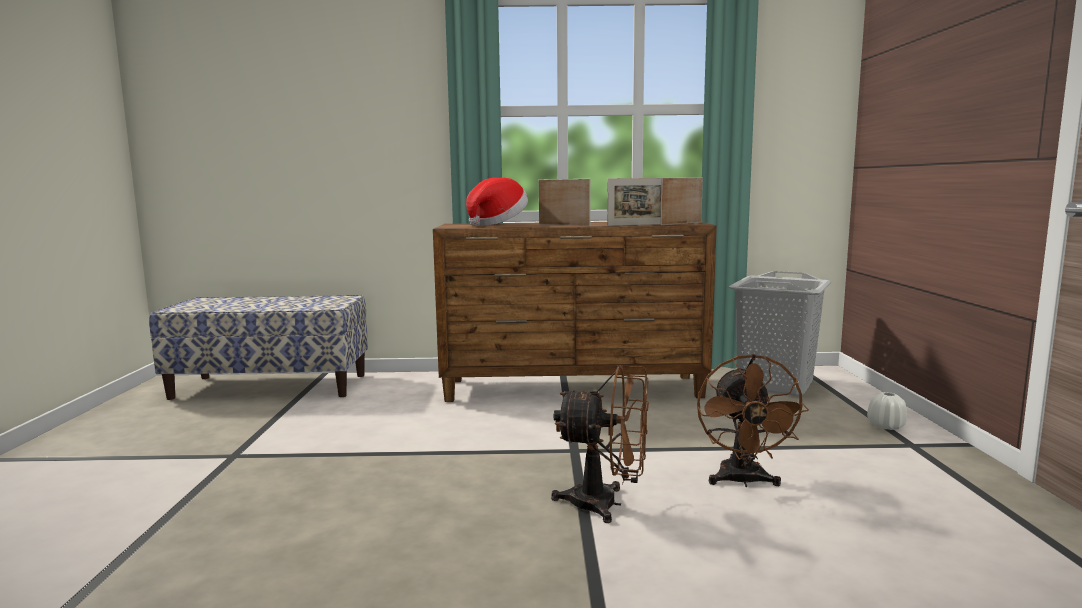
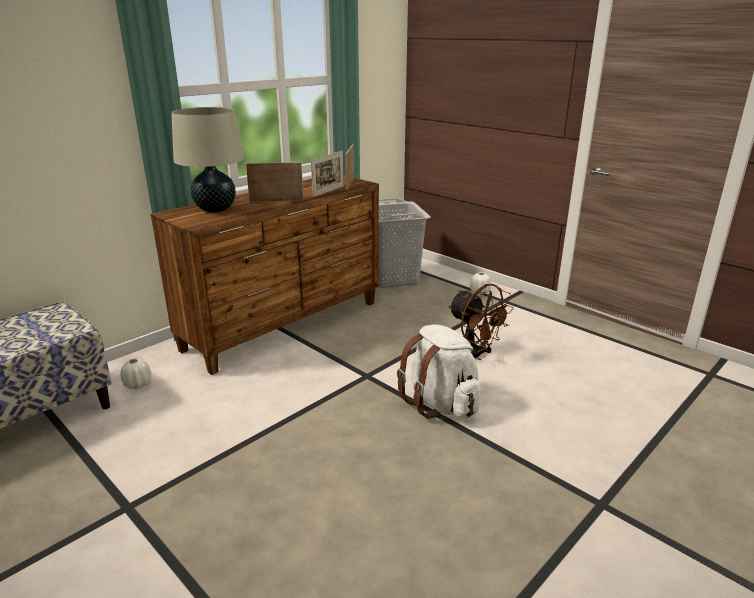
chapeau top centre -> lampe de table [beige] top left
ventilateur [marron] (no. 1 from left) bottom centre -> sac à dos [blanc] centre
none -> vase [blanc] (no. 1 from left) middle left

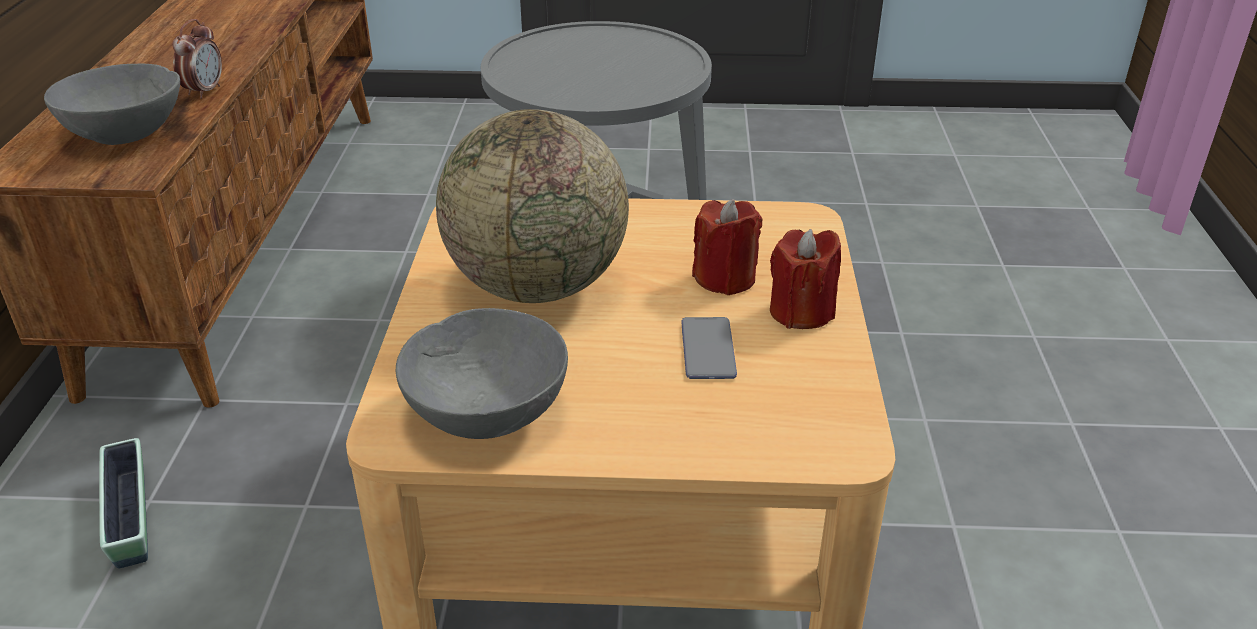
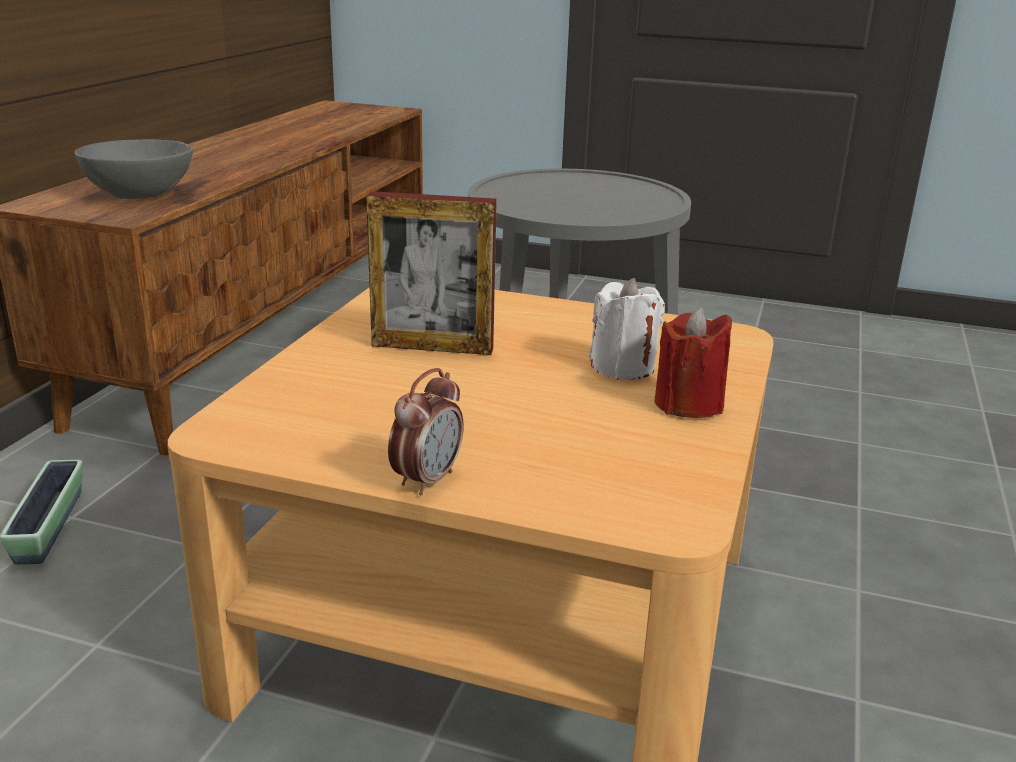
réveil top left -> réveil centre, shifted
globe top centre -> cadre photo centre
bougie [rouge] (no. 1 from left) centre -> bougie [blanc] centre
bol [gris] (no. 2 from left) centre -> none
téléphone centre -> none

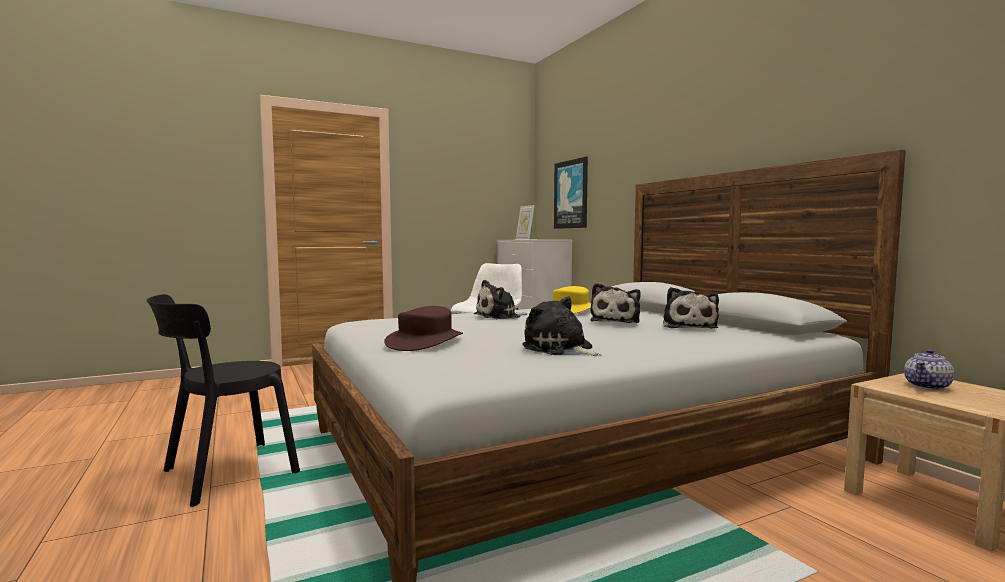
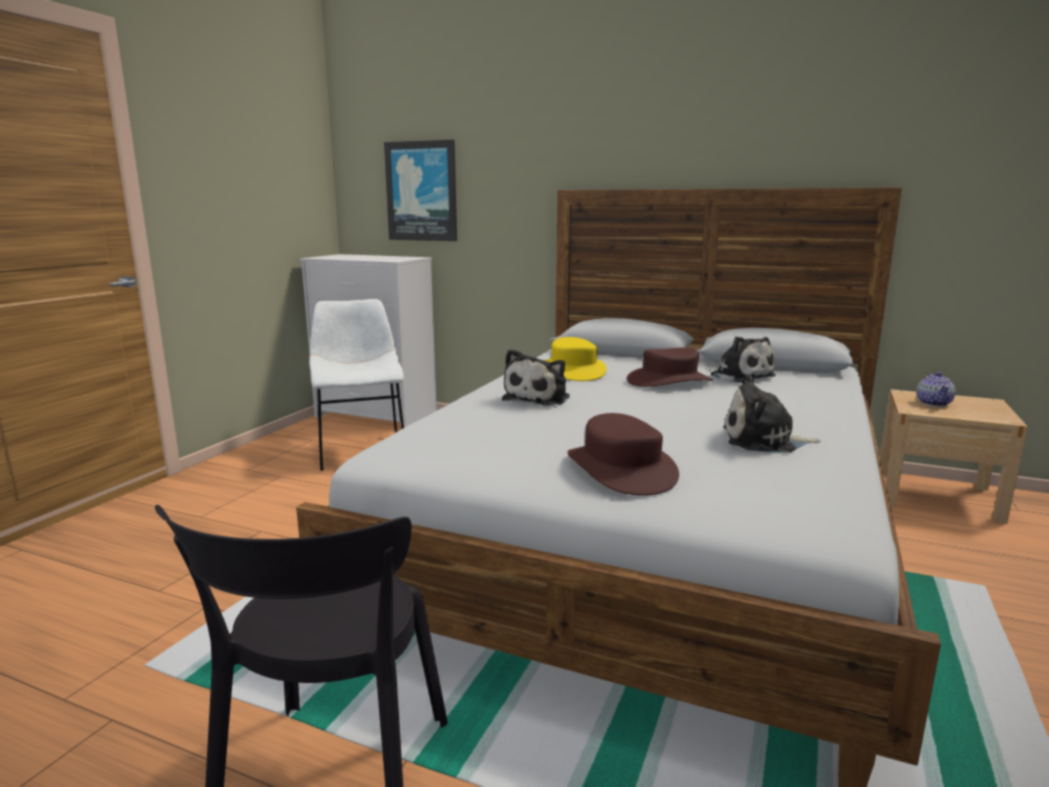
cadre photo centre -> none
peluche (no. 3 from left) centre -> chapeau [marron] (no. 2 from left) centre

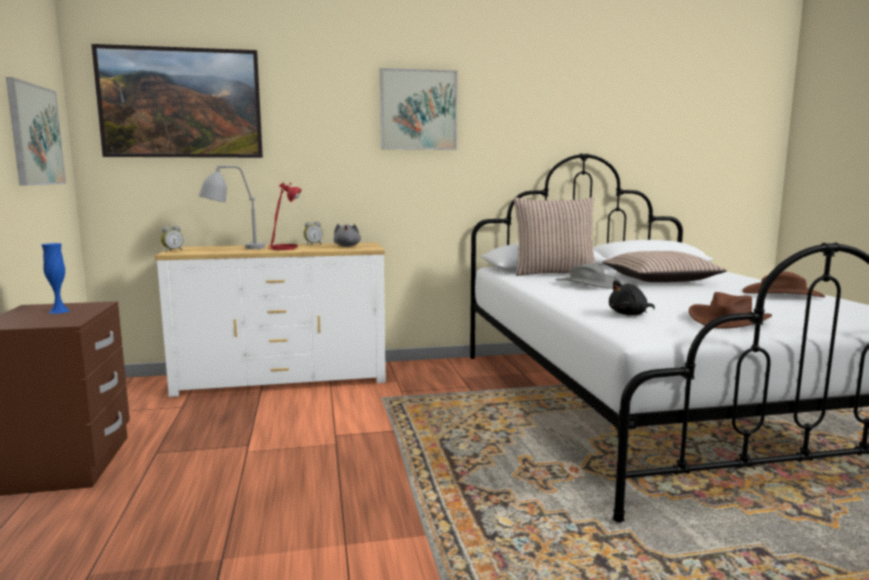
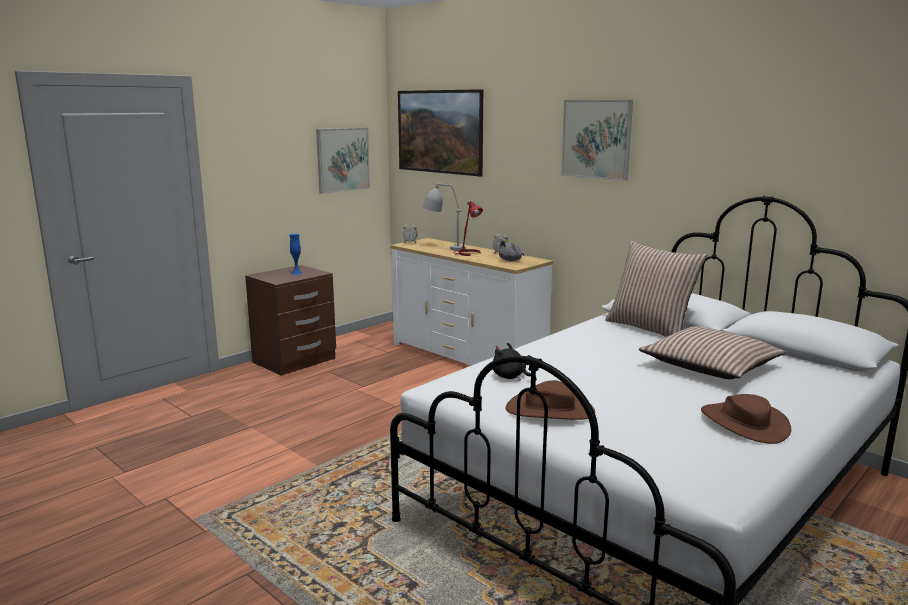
chapeau [gris] middle right -> none

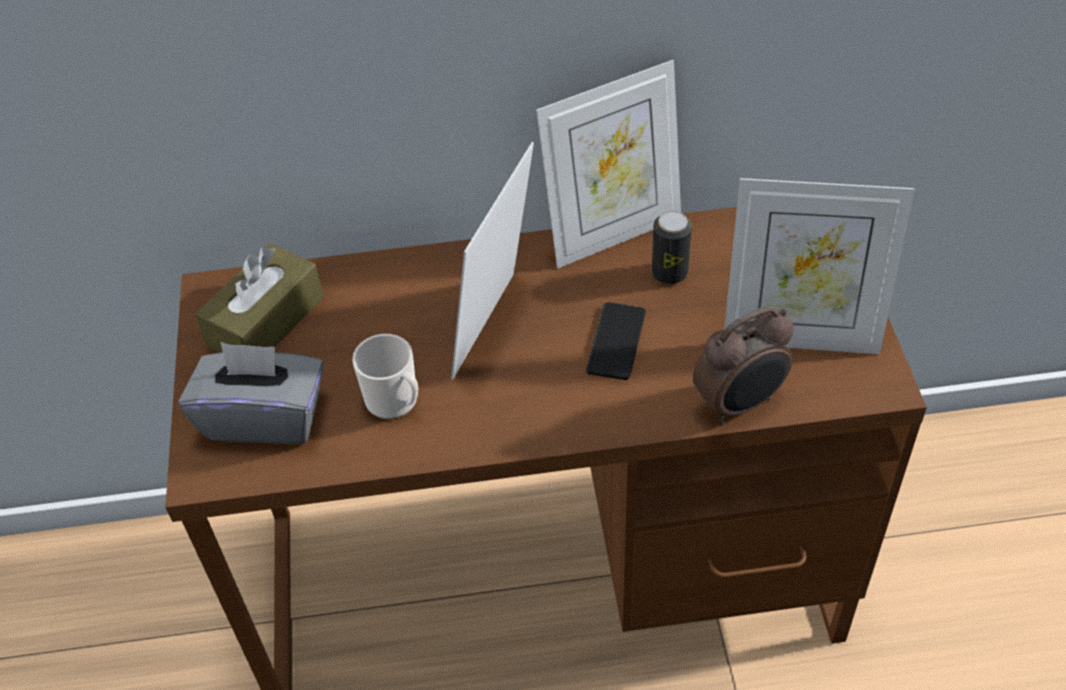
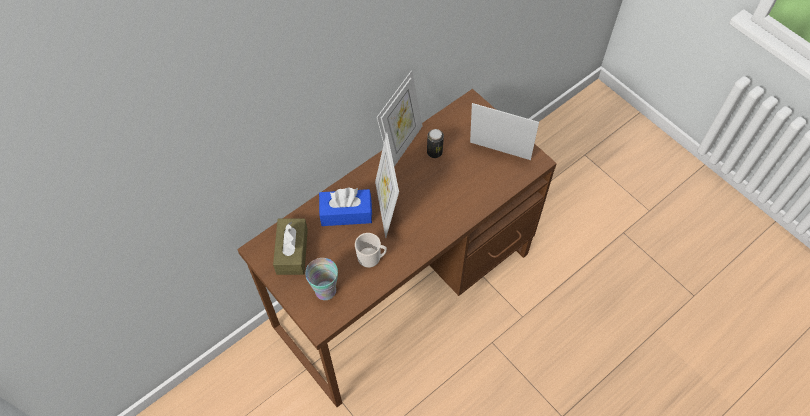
cadre photo (no. 3 from left) middle right -> cadre photo (no. 3 from left) top centre, 135 degrees counterclockwise
téléphone centre -> none
réveil middle right -> none
boîte à mouchoirs [gris] middle left -> tasse bottom centre
none -> boîte à mouchoirs [bleu] centre

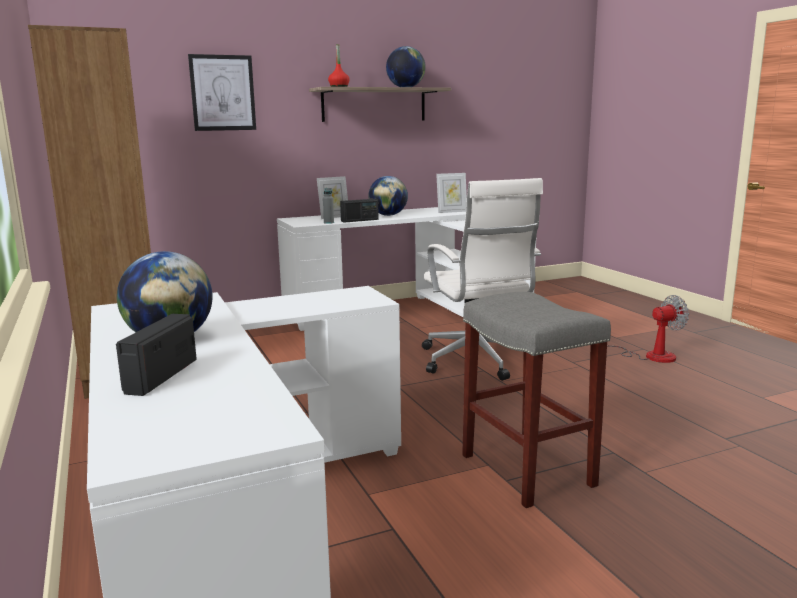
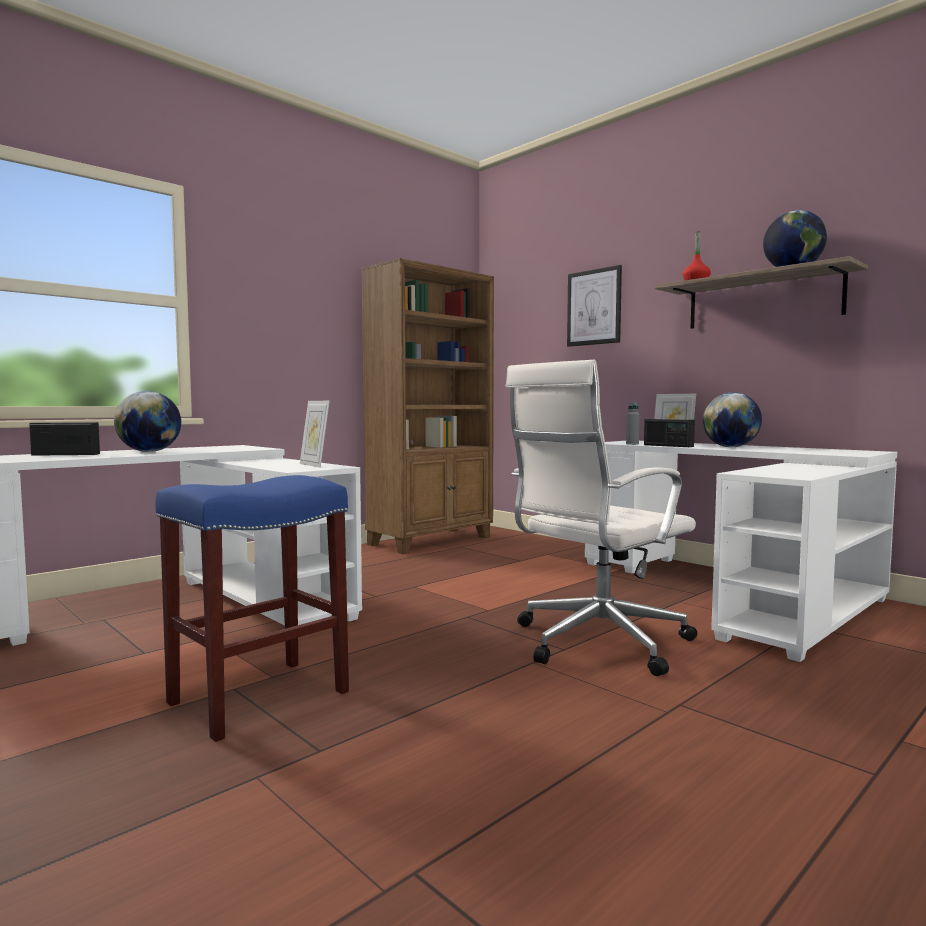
cadre photo (no. 2 from left in the first image) top centre -> cadre photo (no. 1 from left) centre, shifted
tabouret [gris] bottom right -> tabouret [bleu] middle left
ventilateur middle right -> none

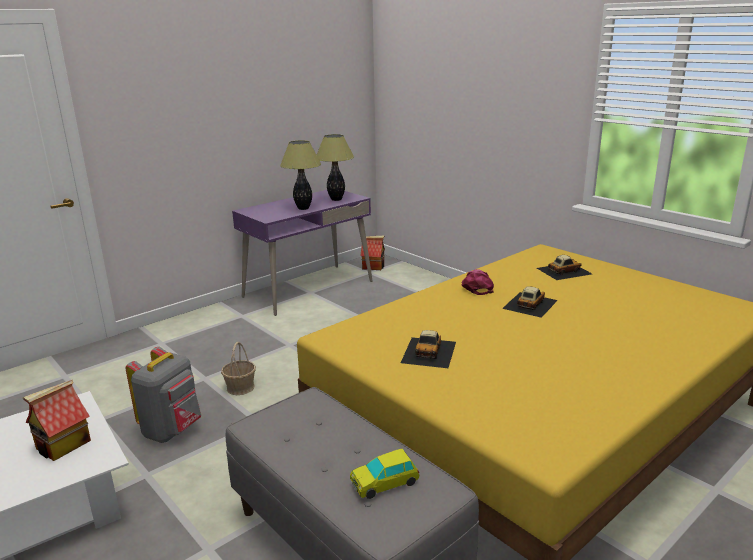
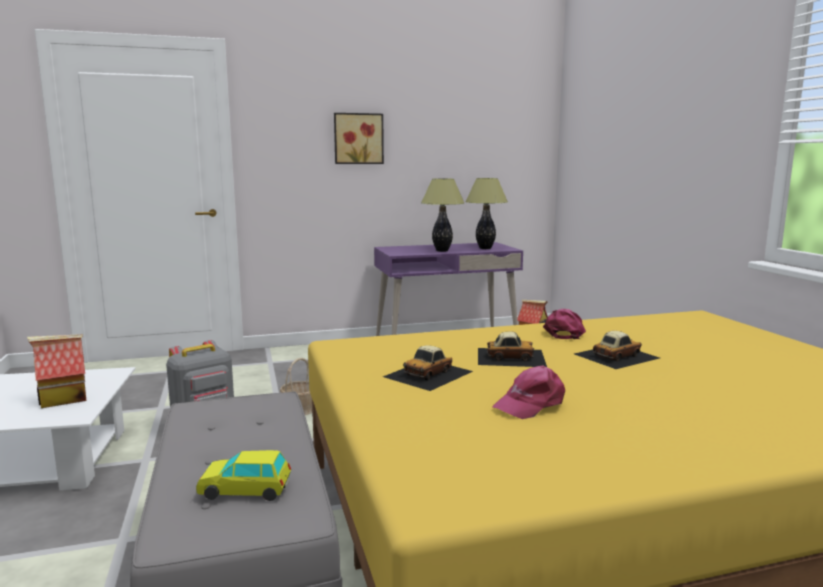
petite voiture (no. 4 from left in the first image) middle right -> petite voiture (no. 3 from left) centre, shifted
none -> tableau top centre
none -> casquette [rose] (no. 1 from left) bottom centre

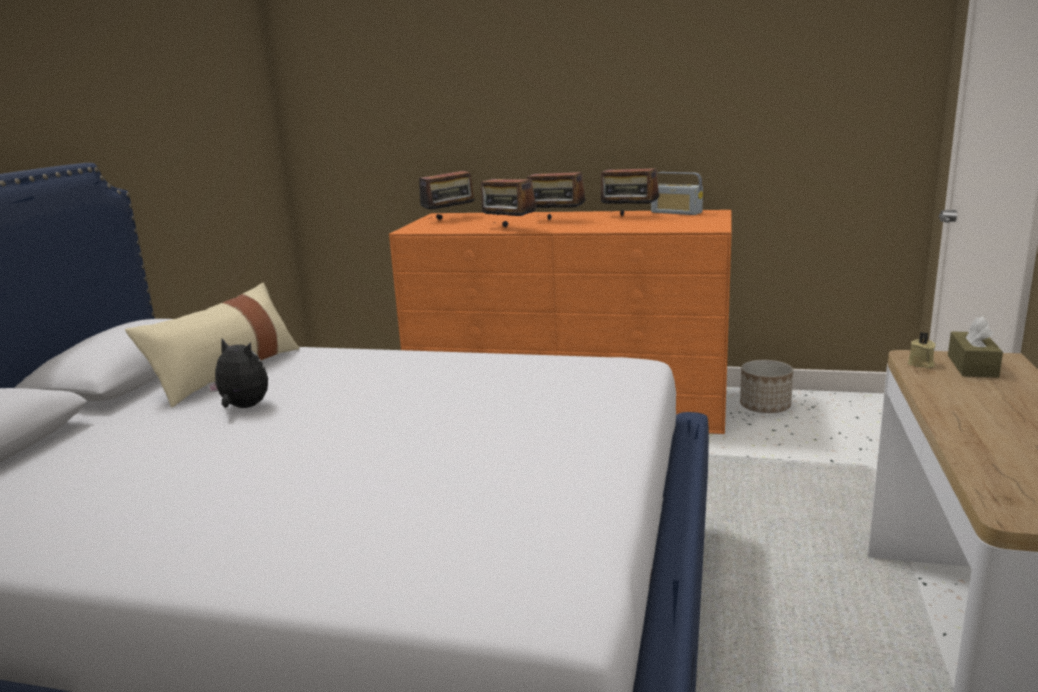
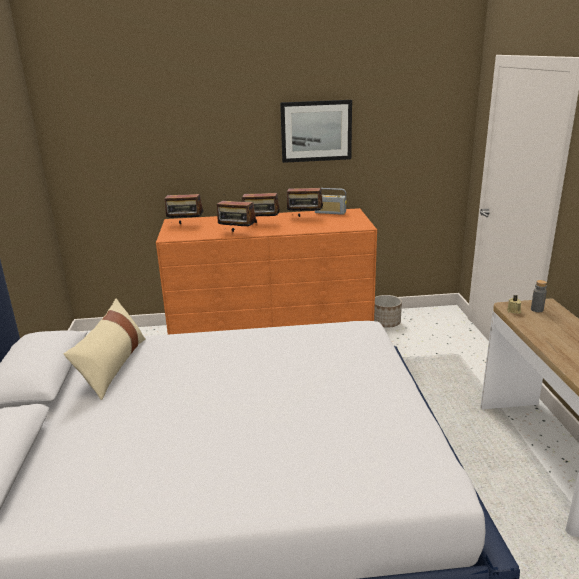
radio (no. 1 from left) top centre -> radio (no. 1 from left) middle left, 60 degrees clockwise
boîte à mouchoirs [marron] middle right -> bouteille [gris] middle right
peluche middle left -> none
none -> tableau top centre

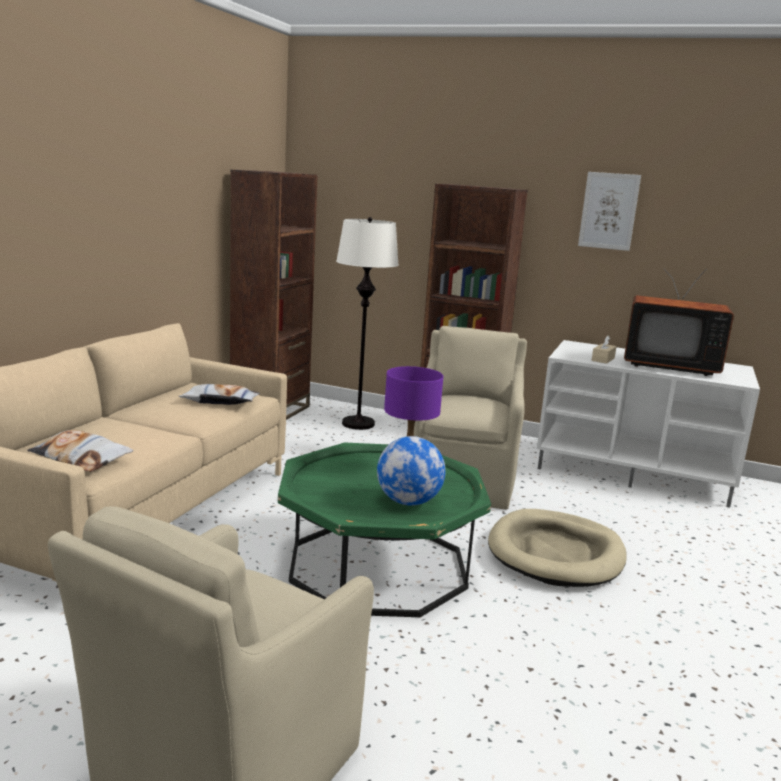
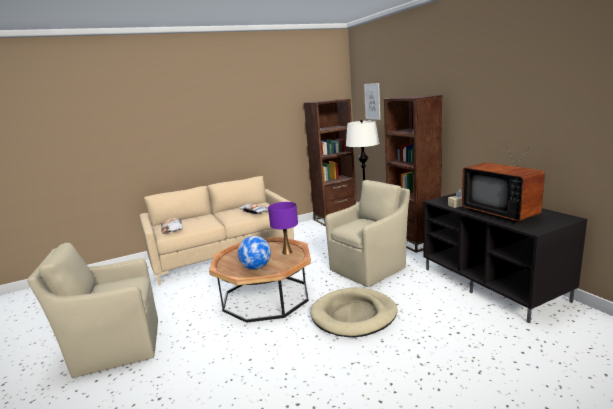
tableau top right -> tableau top centre, shifted
meuble télé [blanc] middle right -> meuble télé [noir] middle right
table basse [vert] bottom centre -> table basse [marron] bottom centre

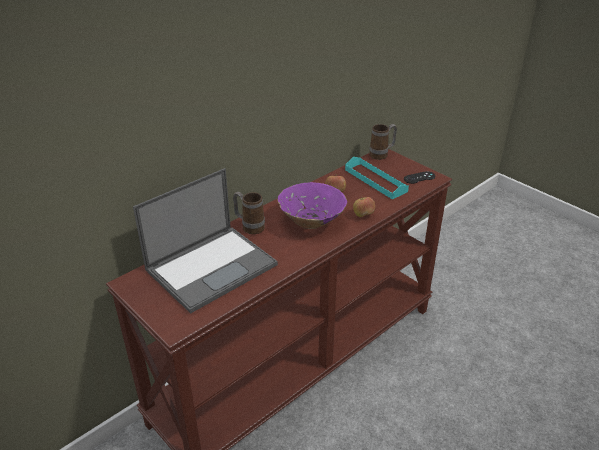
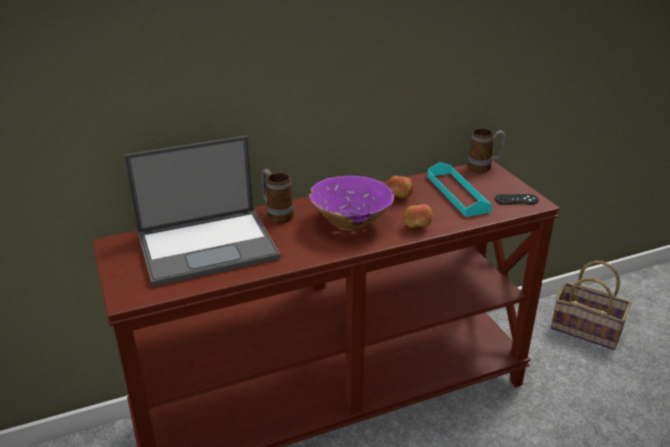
none -> panier bottom right

